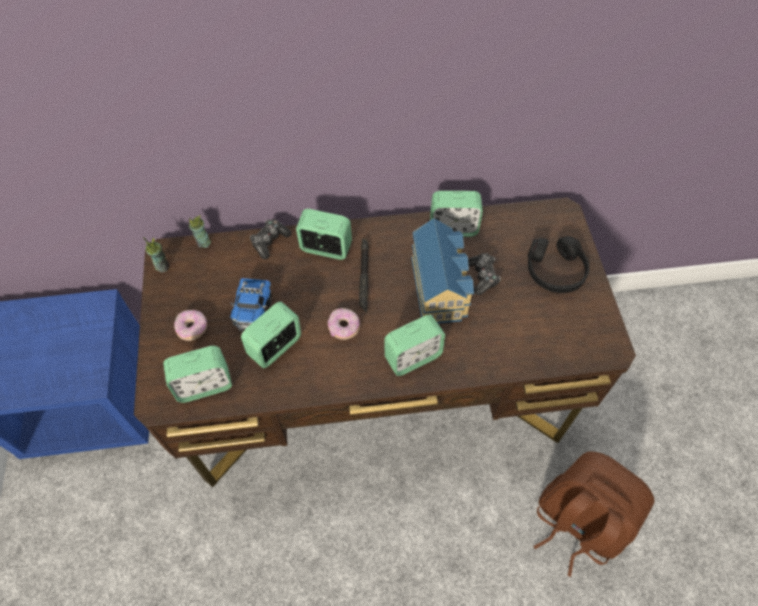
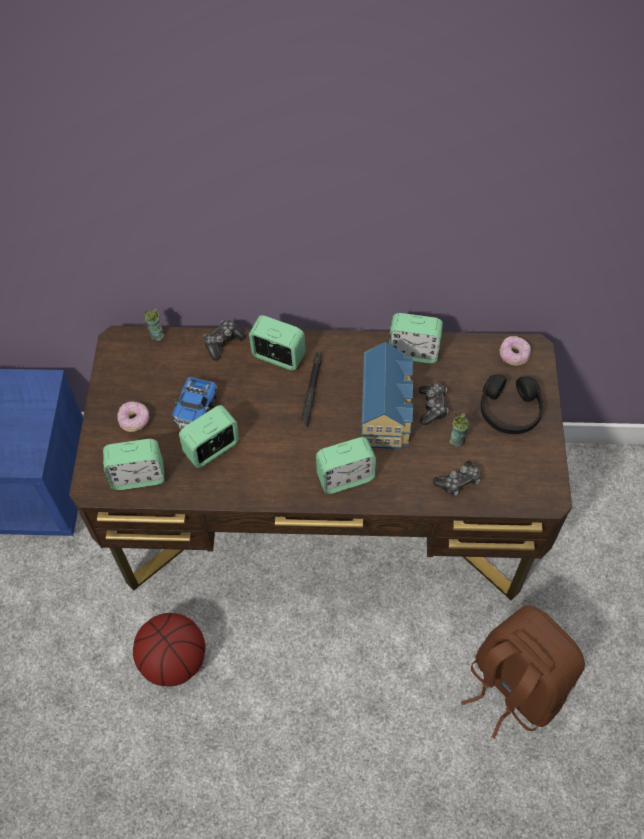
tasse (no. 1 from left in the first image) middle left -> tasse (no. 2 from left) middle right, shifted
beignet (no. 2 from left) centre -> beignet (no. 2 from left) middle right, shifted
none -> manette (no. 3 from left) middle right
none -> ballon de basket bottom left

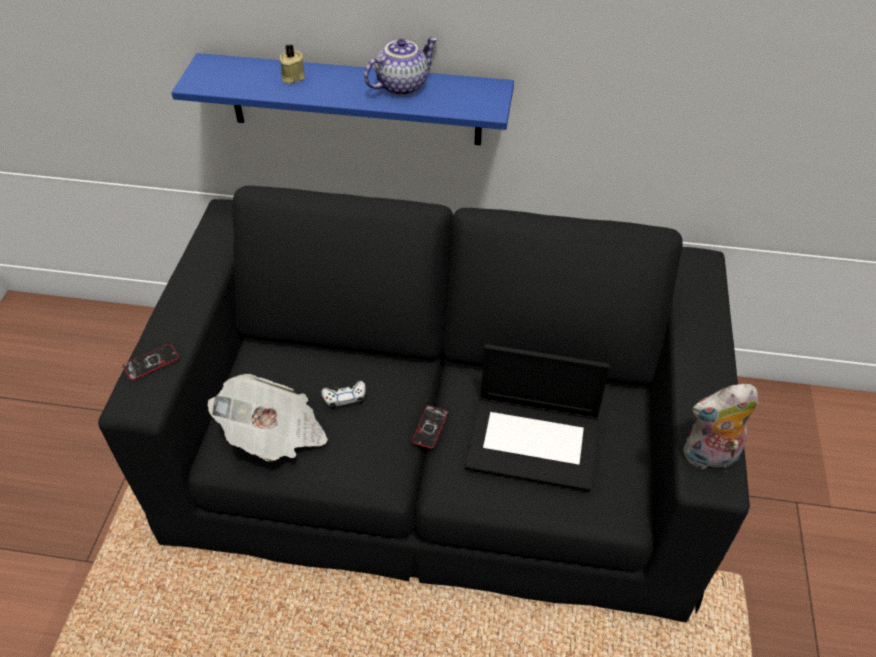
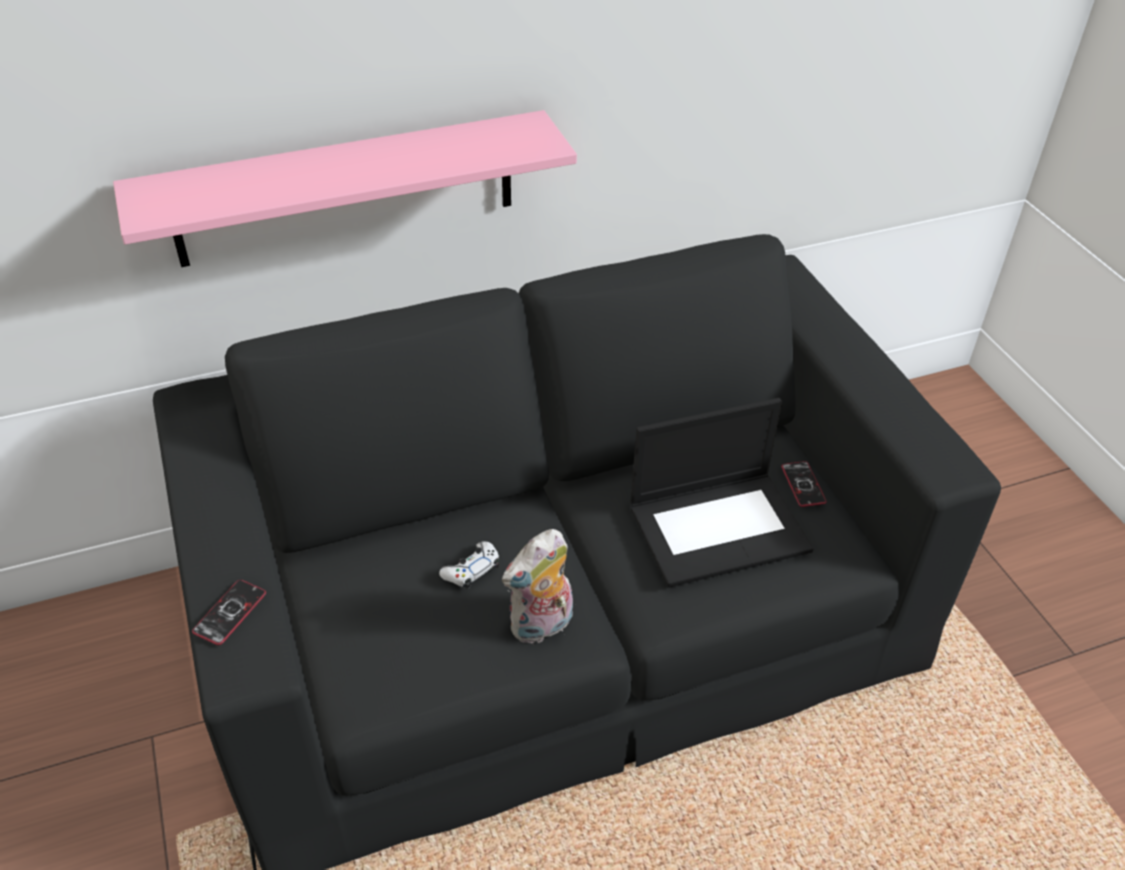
théière top centre -> none
bougie [beige] top centre -> none
étagère [bleu] top centre -> étagère [rose] top left
journal middle left -> none
peluche middle right -> peluche bottom centre, shifted
téléphone (no. 2 from left) centre -> téléphone (no. 2 from left) middle right, shifted

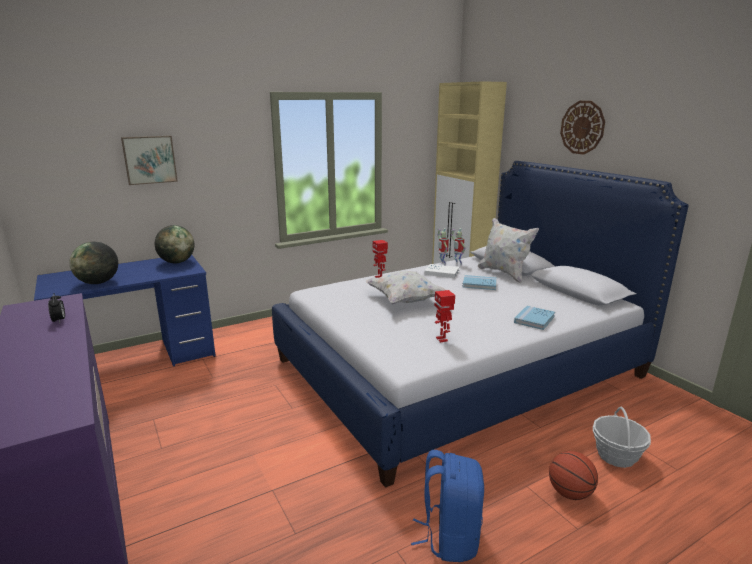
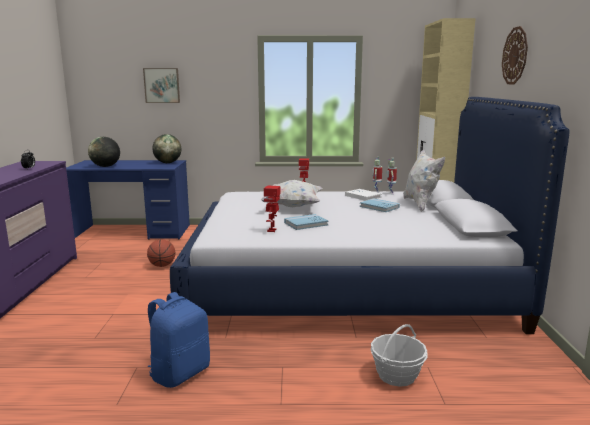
livre [bleu] (no. 2 from left in the first image) middle right -> livre [bleu] (no. 1 from left) centre, shifted
ballon de basket bottom right -> ballon de basket middle left, shifted

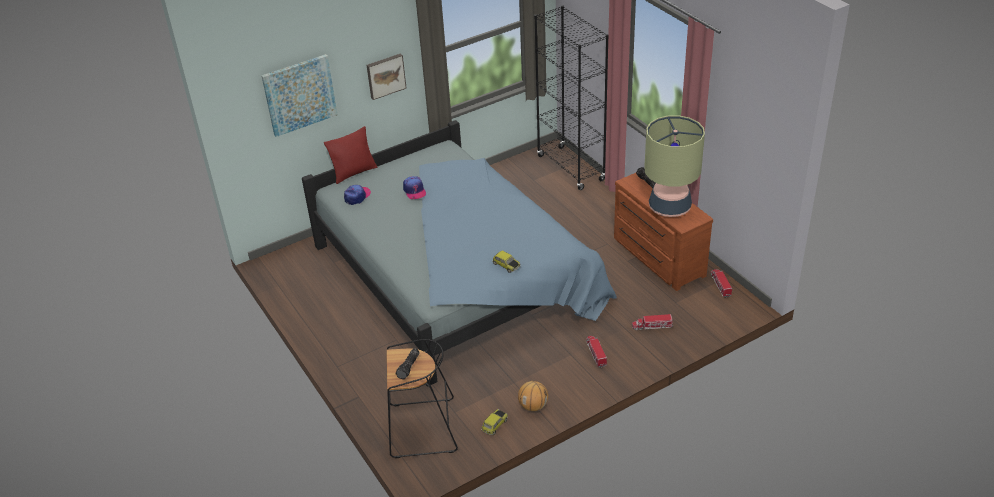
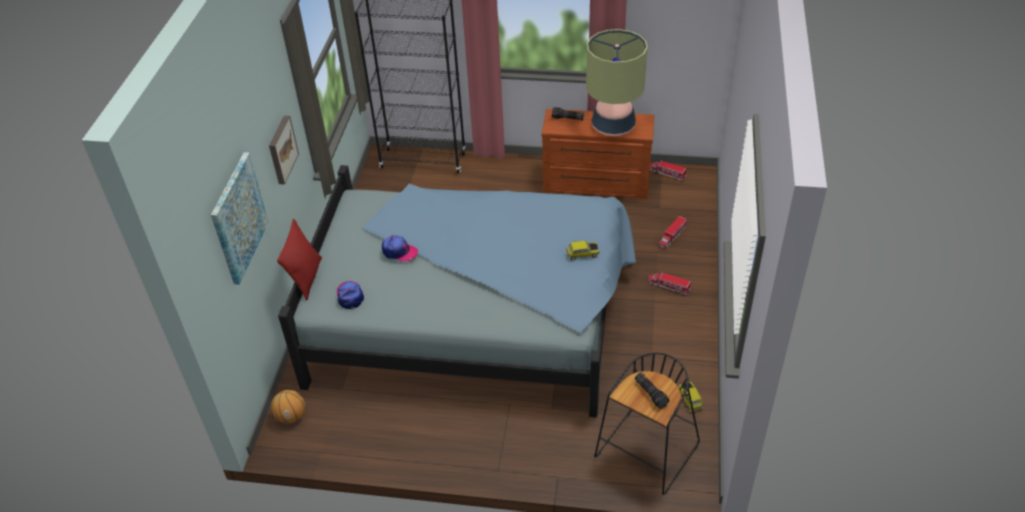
ballon de basket bottom centre -> ballon de basket bottom left, shifted

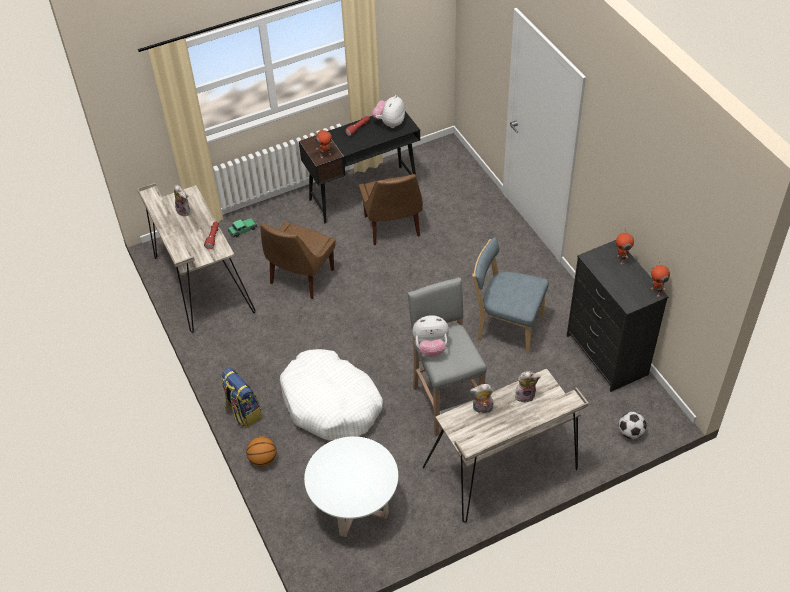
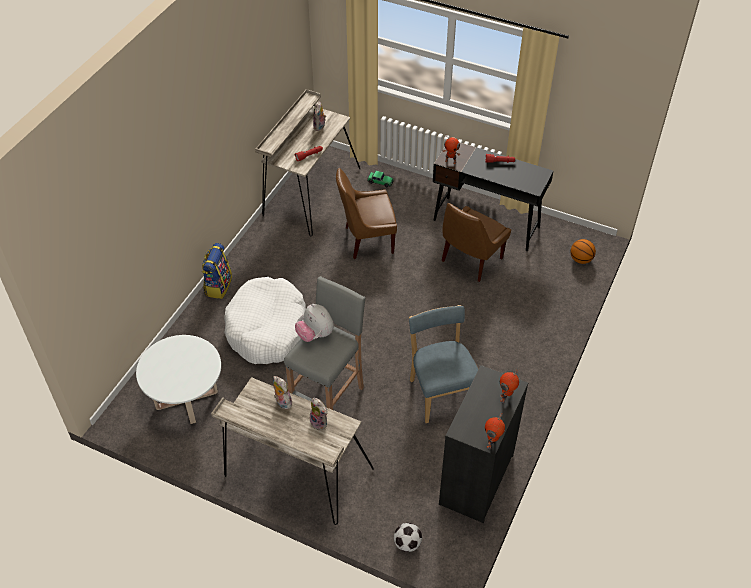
peluche (no. 2 from left) top centre -> none
ballon de basket bottom left -> ballon de basket middle right, shifted

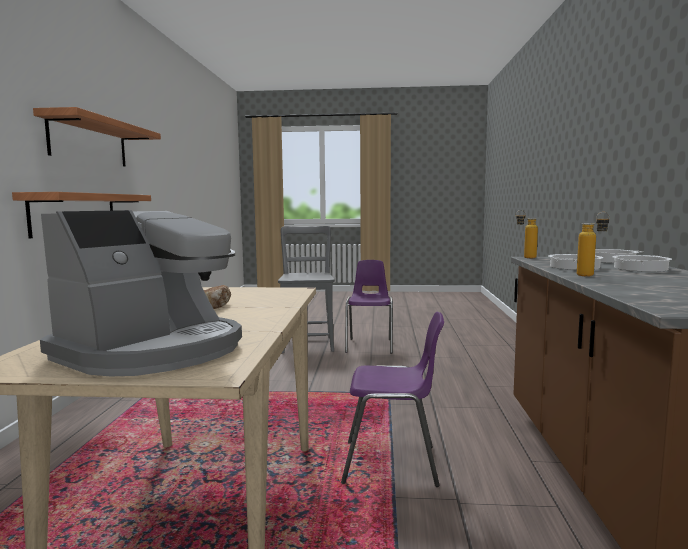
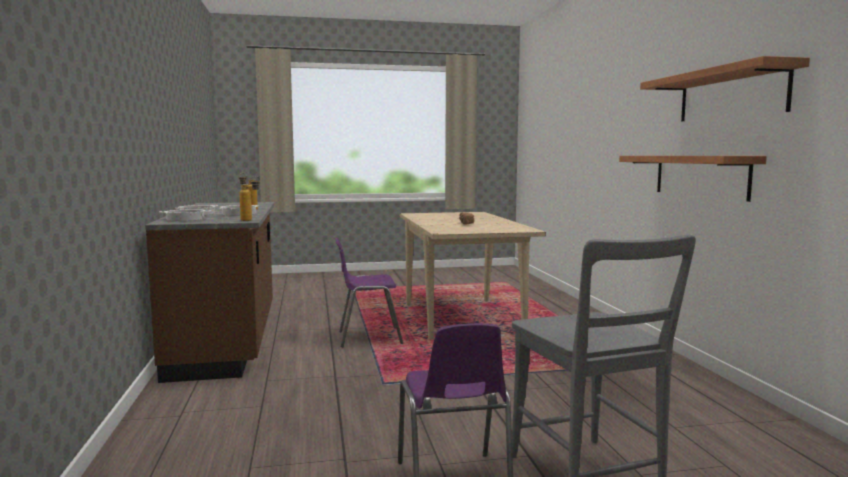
machine à café middle left -> none

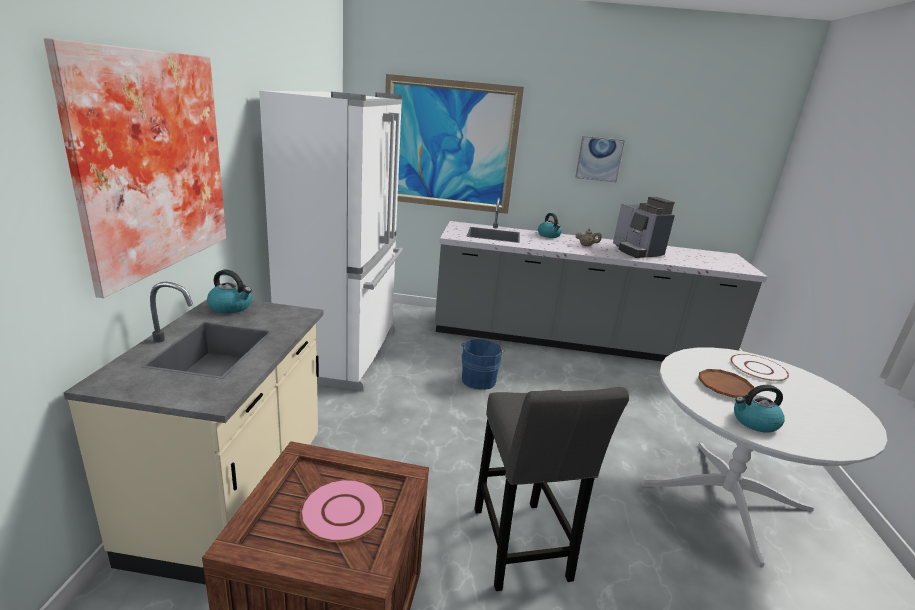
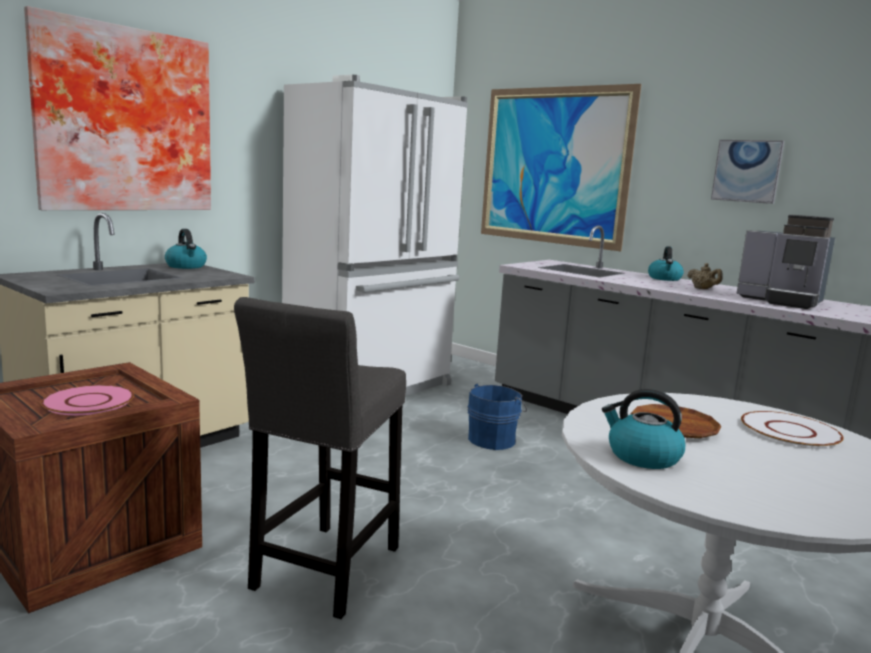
machine à café middle right, 60 degrees counterclockwise

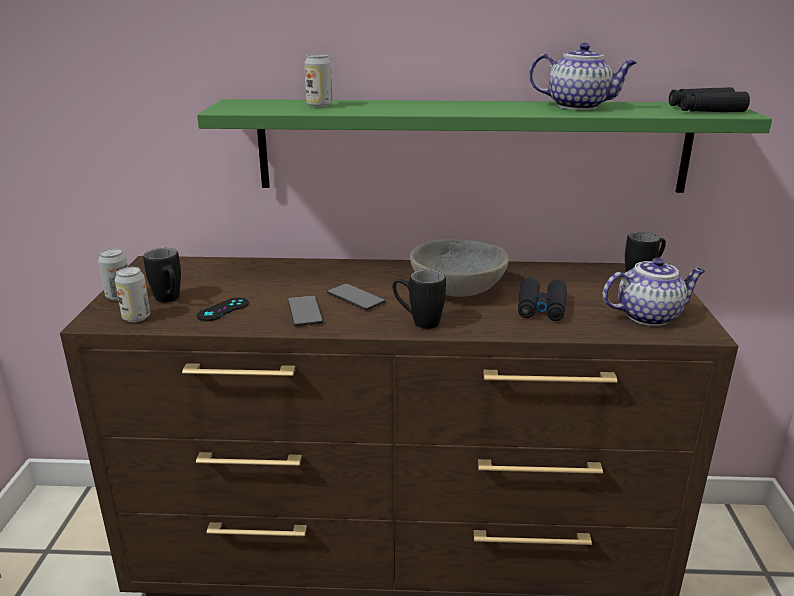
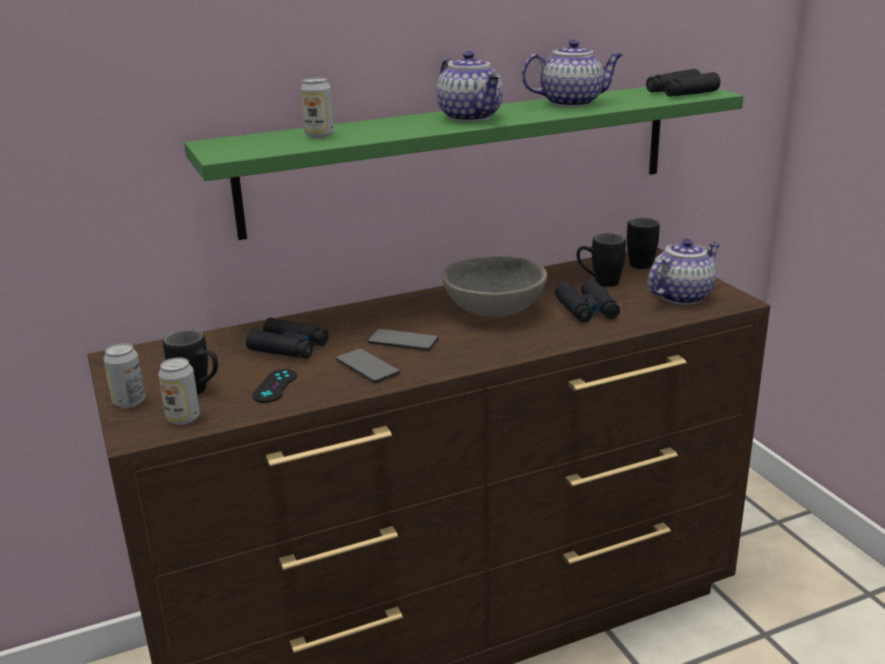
mug [noir] (no. 2 from left) centre -> mug [noir] (no. 2 from left) middle right, shifted
none -> théière (no. 1 from left) top centre
none -> jumelles [noir] (no. 1 from left) middle left

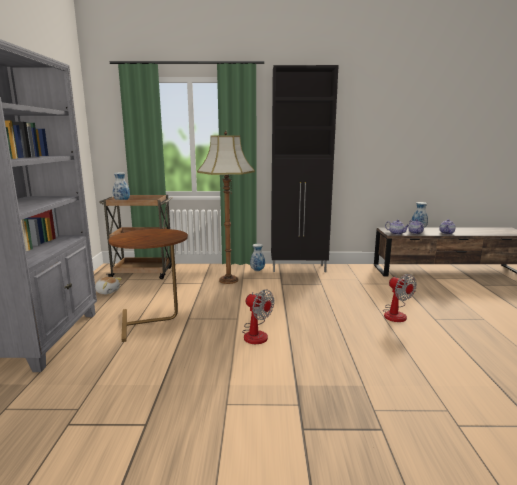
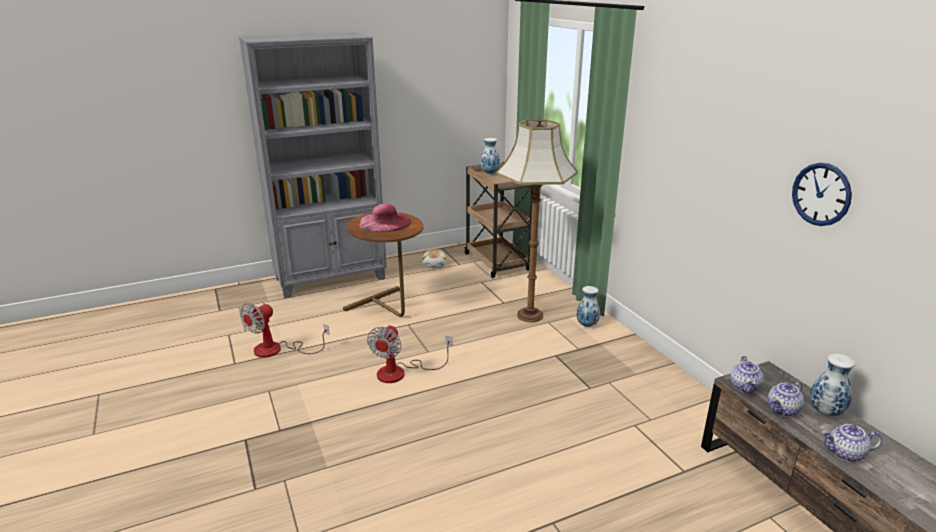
meuble de rangement [noir] centre -> none
ventilateur (no. 2 from left in the first image) middle right -> ventilateur (no. 1 from left) middle left, shifted
none -> horloge murale middle right
none -> chapeau [rose] centre

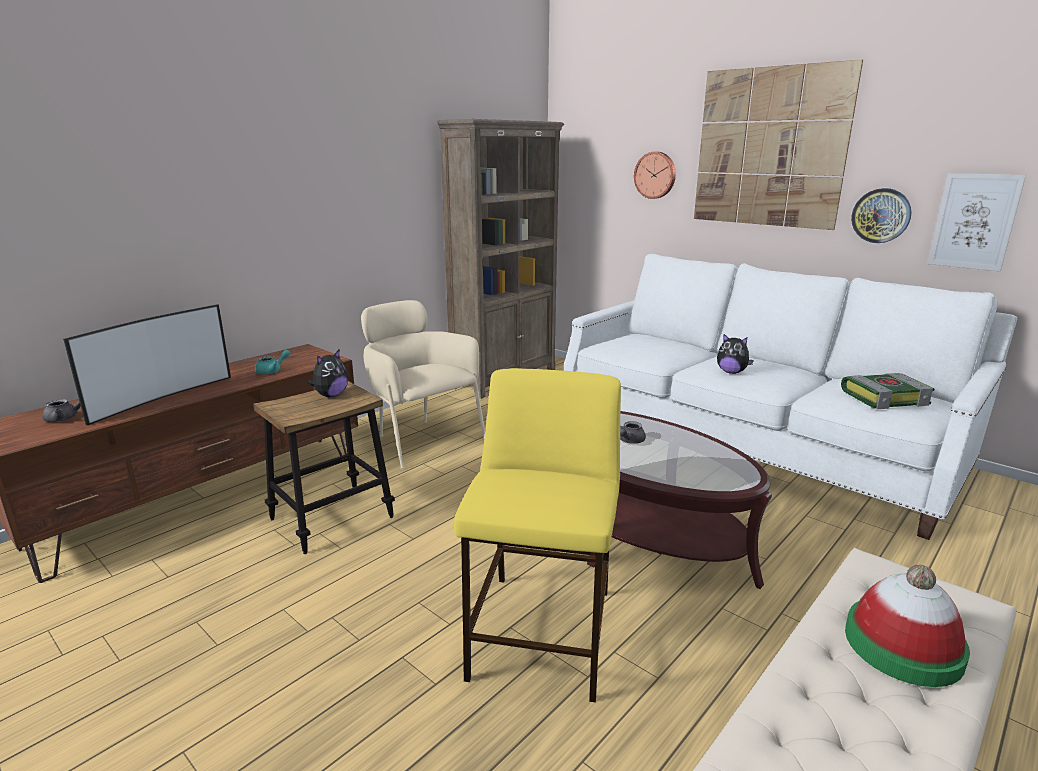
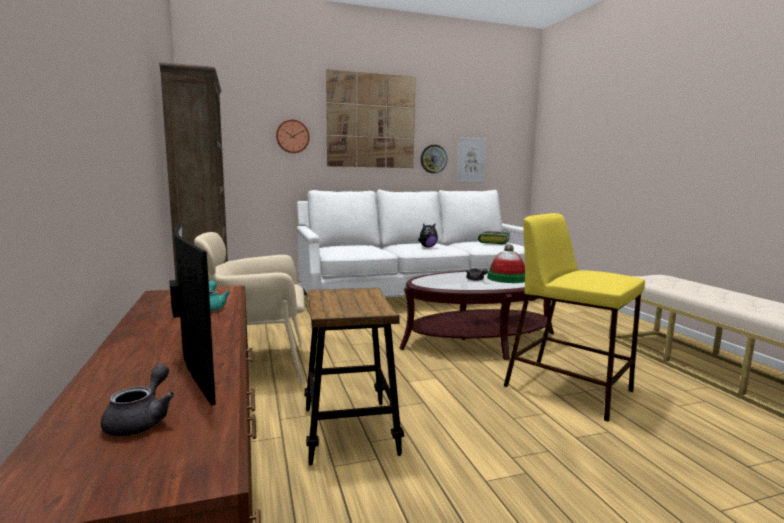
peluche (no. 1 from left) middle left -> none
chapeau bottom right -> chapeau centre, shifted

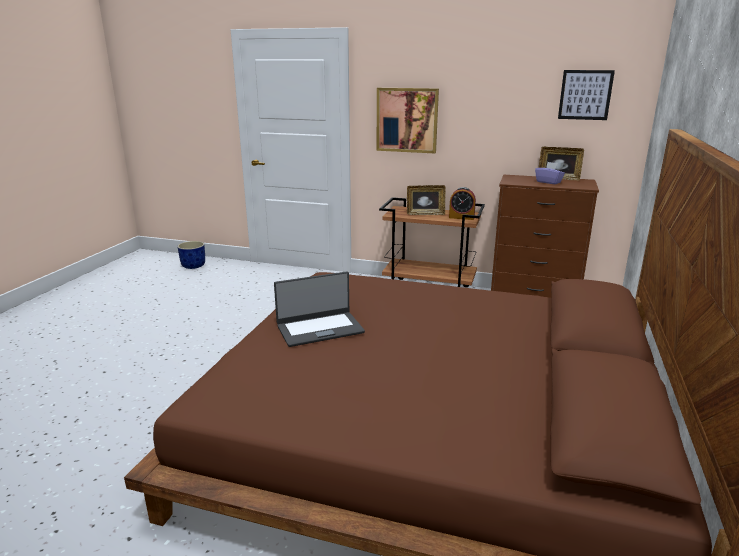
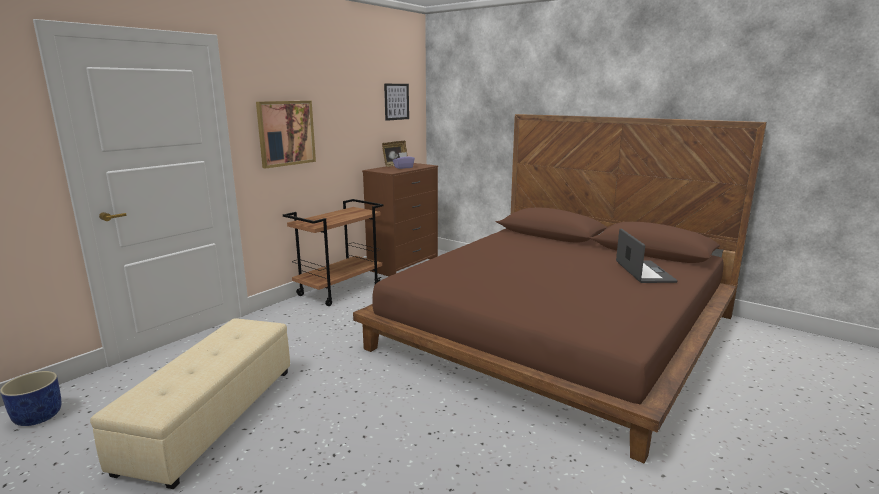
cadre photo (no. 1 from left) centre -> none
réveil centre -> none
ordinateur portable centre -> ordinateur portable middle right, shifted
none -> pouf [beige] bottom left

